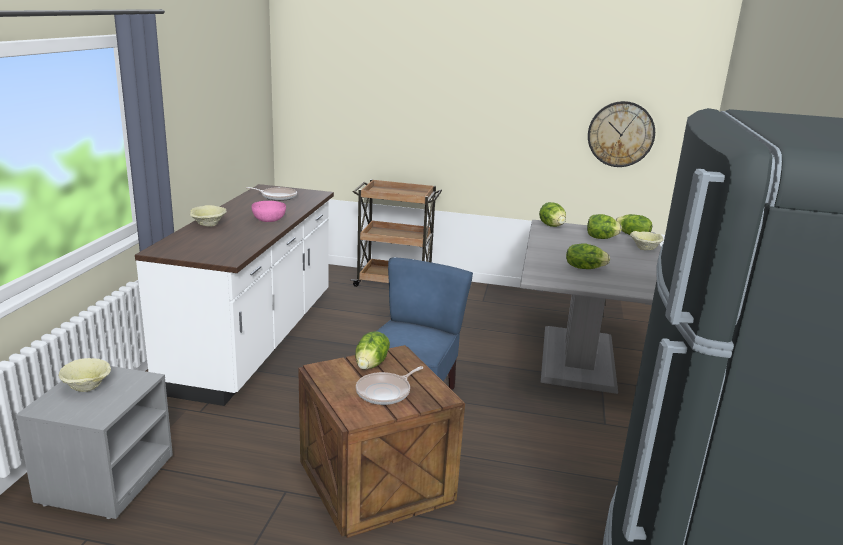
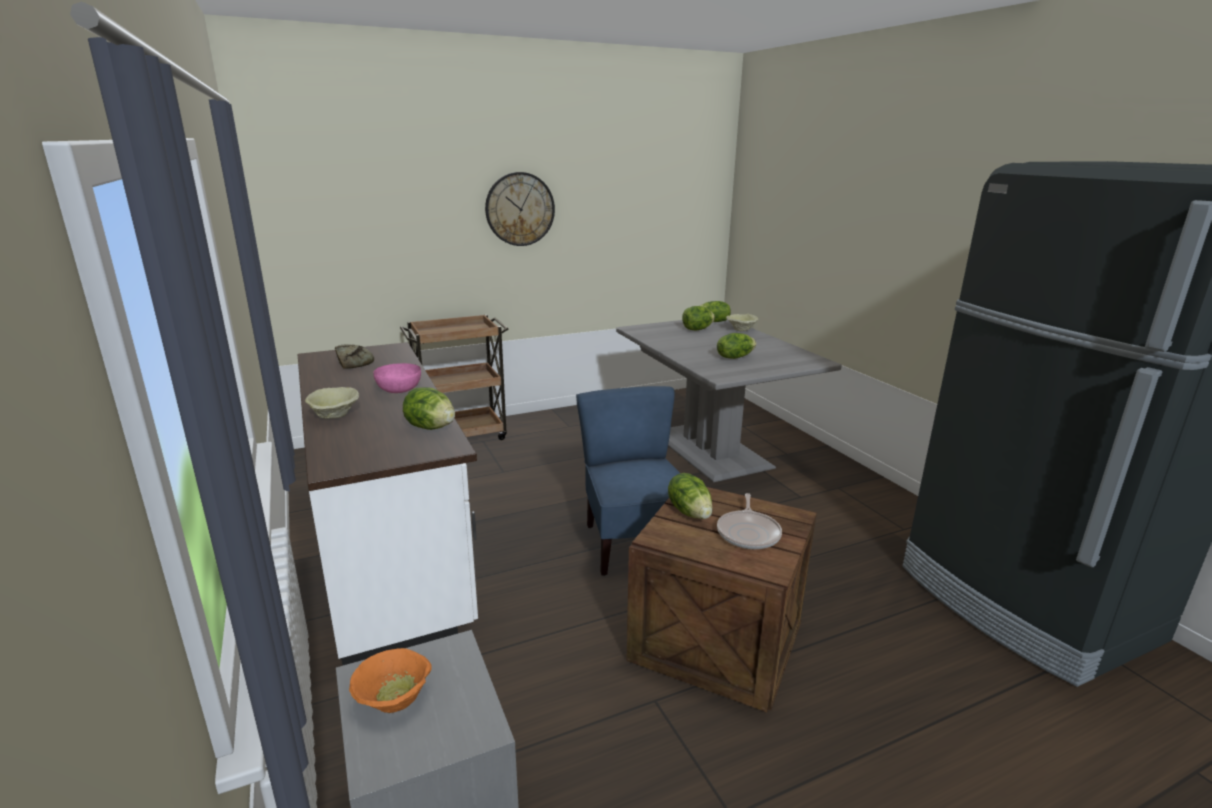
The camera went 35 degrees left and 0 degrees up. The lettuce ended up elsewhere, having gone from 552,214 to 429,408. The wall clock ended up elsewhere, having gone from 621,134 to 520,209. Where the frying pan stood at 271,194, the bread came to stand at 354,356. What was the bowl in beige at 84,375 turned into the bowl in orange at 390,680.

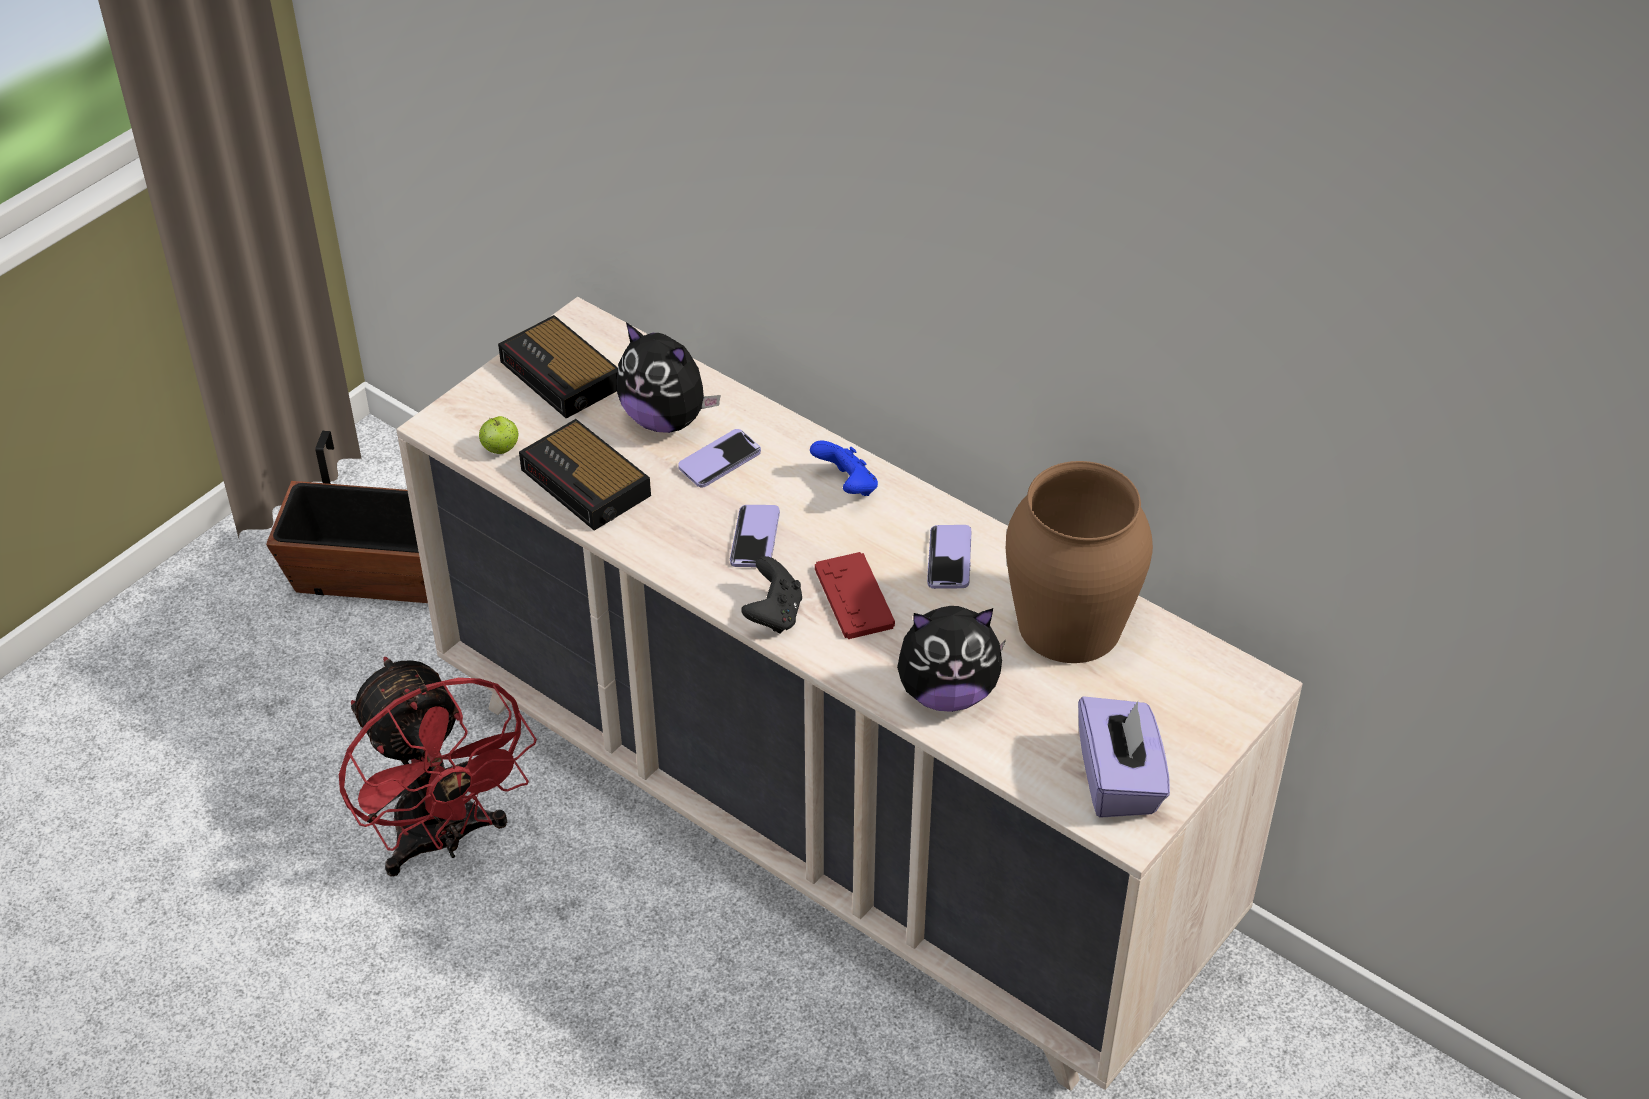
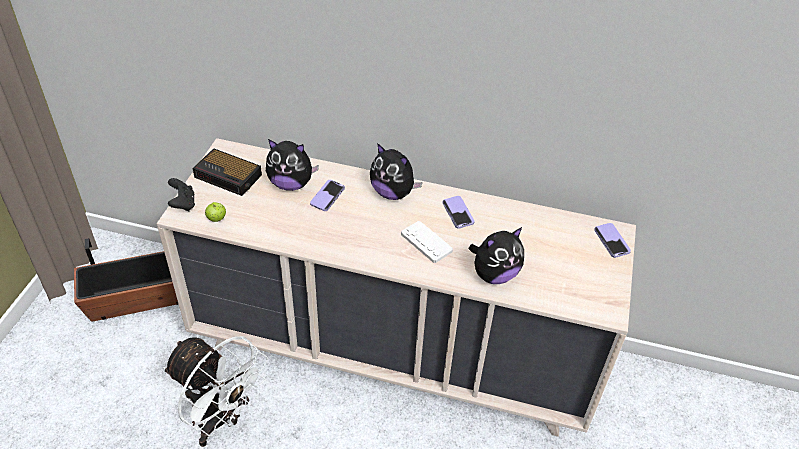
The camera went 25 degrees left and 0 degrees up. The second view lost the alarm clock at 585,475. The second view lost the vase in brown at 1079,562. The second view lost the tissue box in purple at 1124,757. The phone ended up elsewhere, having gone from 755,536 to 612,240. The game controller in black ended up elsewhere, having gone from 771,595 to 181,194. Where the game controller in blue stood at 844,468, the plush toy came to stand at 396,171. What was the fan in red at 438,766 turned into the fan in white at 215,391. What was the game controller in red at 855,595 turned into the game controller in white at 427,242.

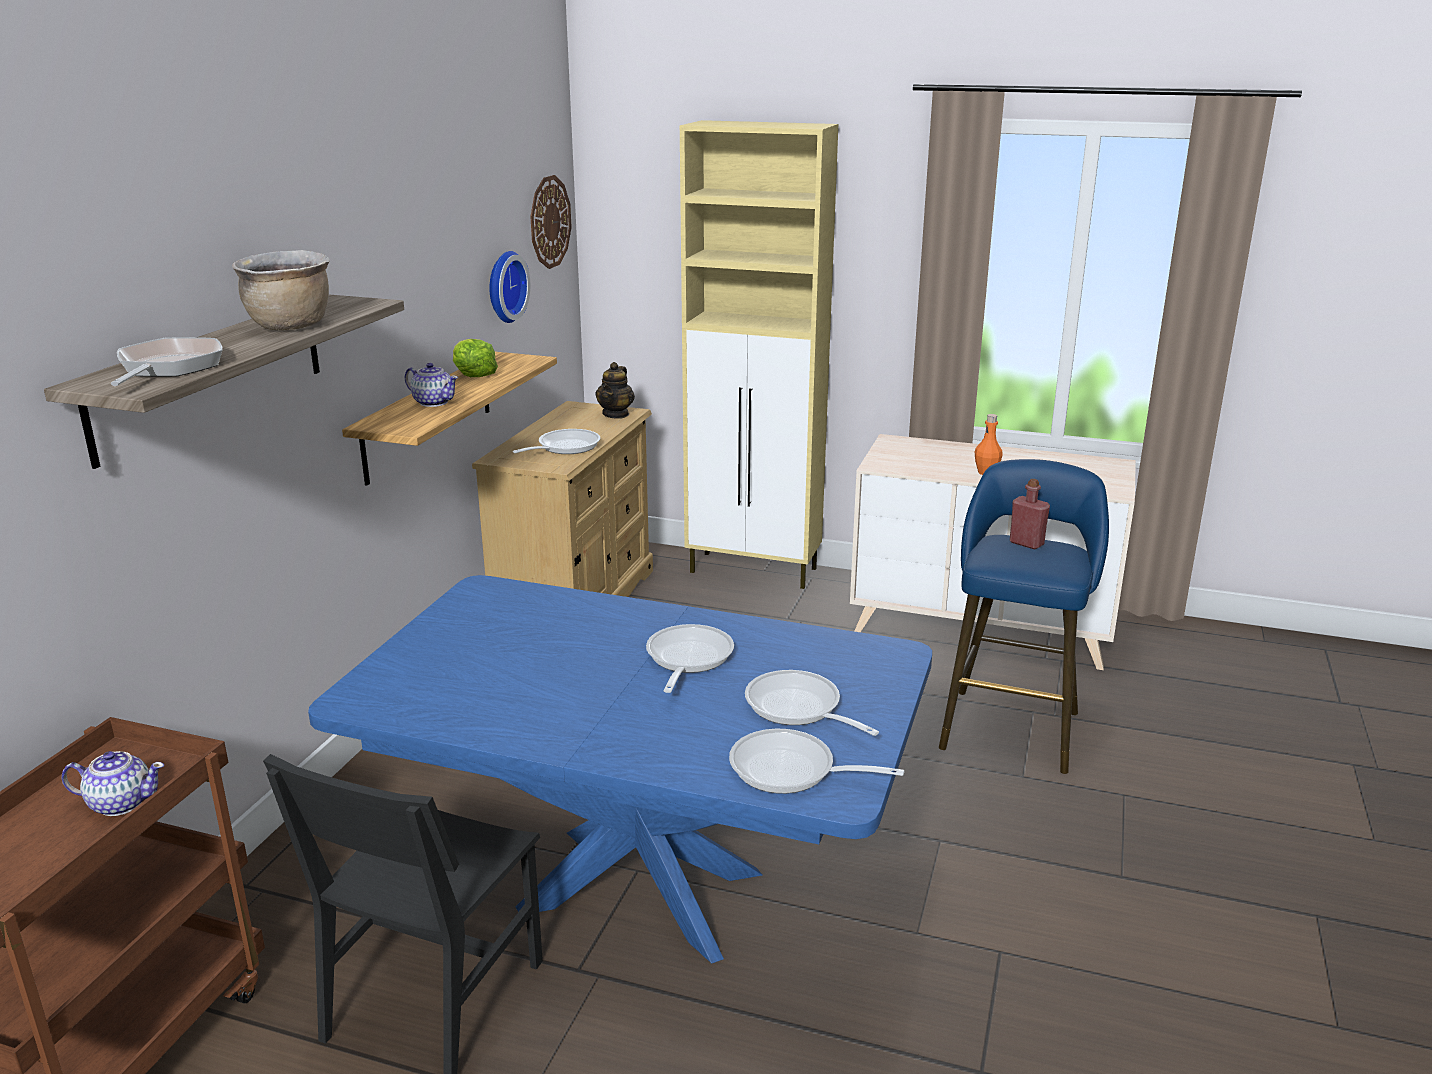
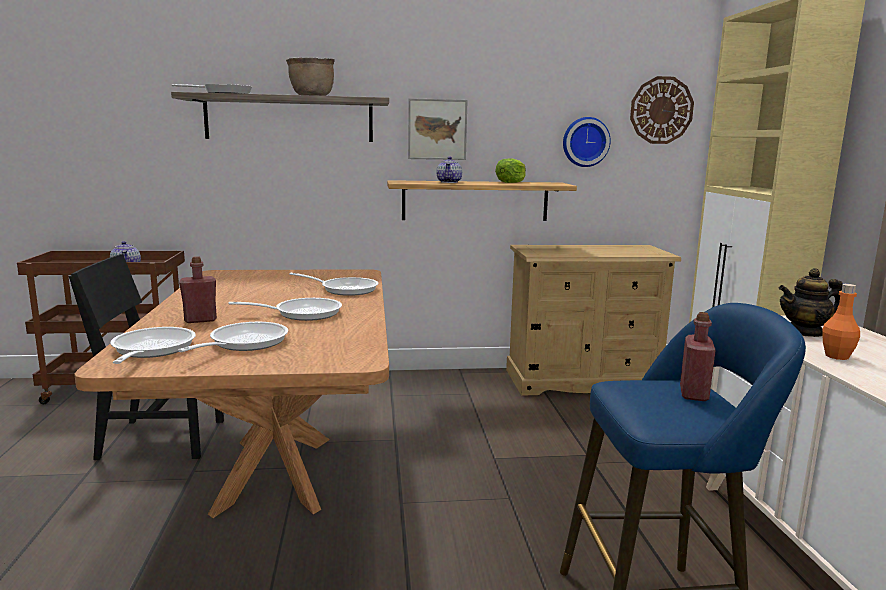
The camera went 65 degrees right and 10 degrees down. The second view gained the bottle in red at 198,289. The second view gained the picture at 438,129. The frying pan ended up elsewhere, having gone from 556,441 to 333,284. The teapot ended up elsewhere, having gone from 615,390 to 811,302. What was the dining table in blue at 620,769 turned into the dining table in brown at 231,393.

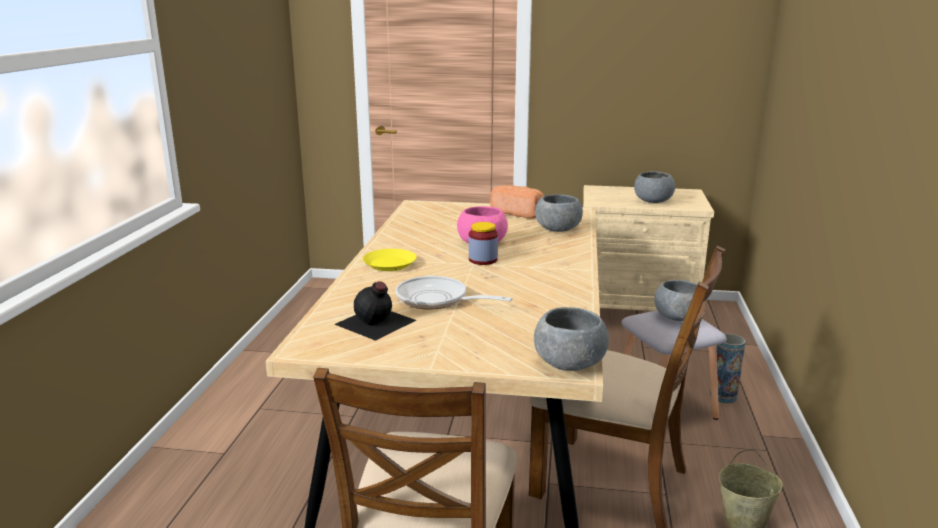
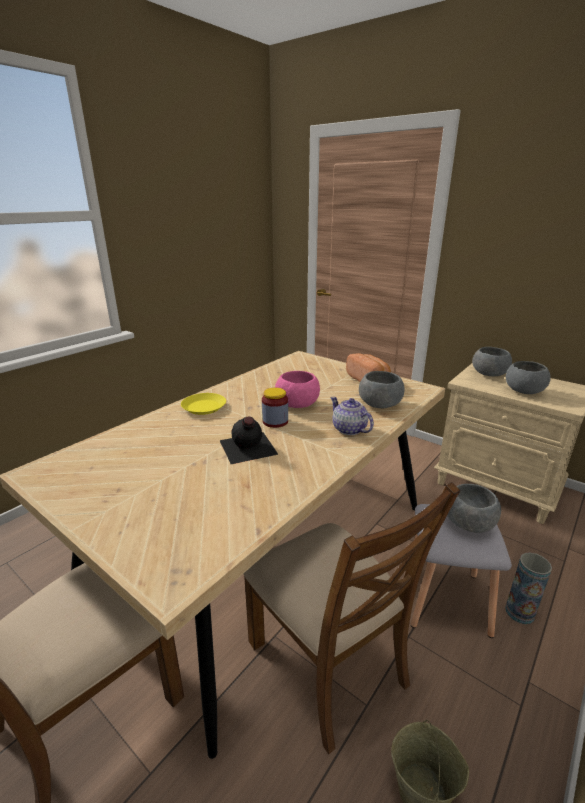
The camera went 30 degrees right and 5 degrees up. The second view lost the frying pan at 454,292. The second view gained the teapot at 352,416. The bottle in black ended up elsewhere, having gone from 375,311 to 248,440. The bowl in grey ended up elsewhere, having gone from 571,339 to 492,361.

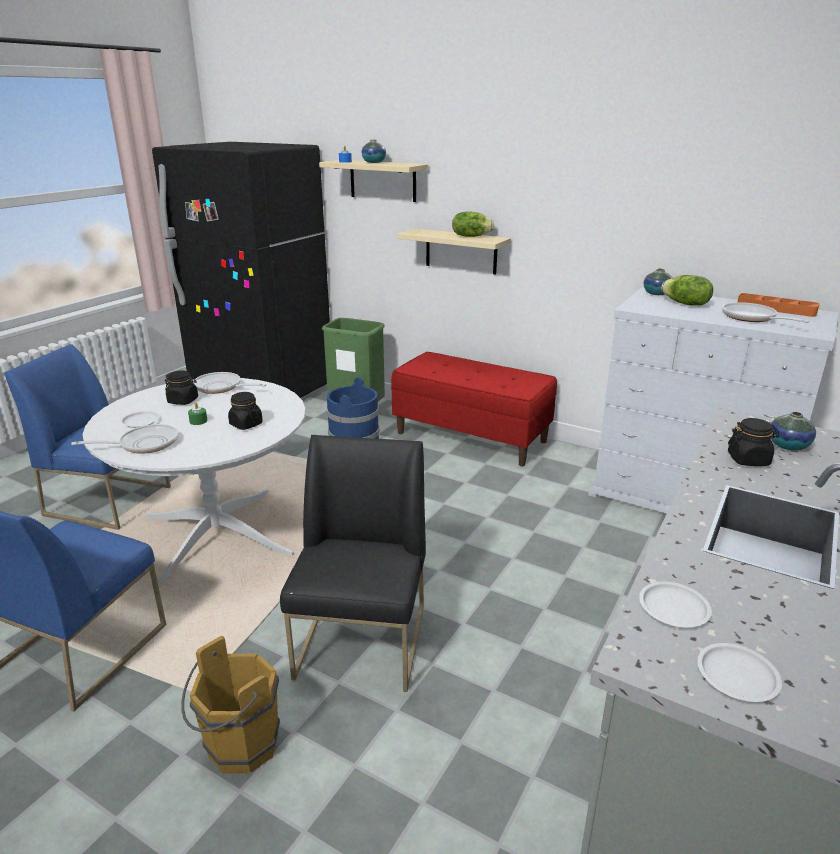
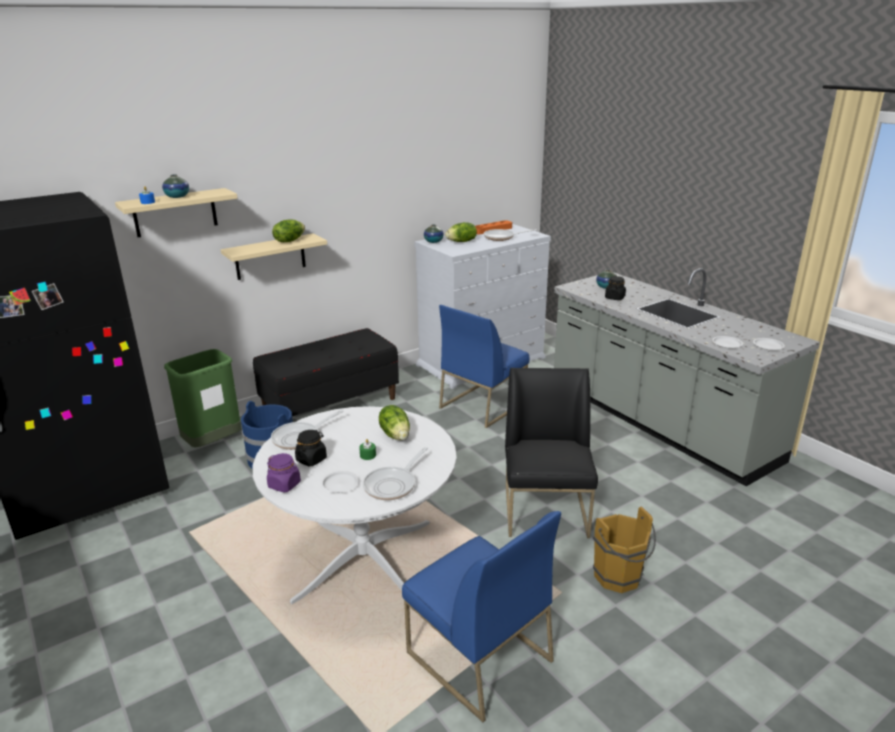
The camera went 65 degrees left and 0 degrees up. The second view gained the jar in purple at 284,472. The chair in blue ended up elsewhere, having gone from 87,437 to 484,366. Where the jar in black stood at 245,411, the lettuce came to stand at 394,422. What was the bench in red at 474,409 turned into the bench in black at 326,372. The frying pan at 124,439 ended up facing another way, 150 degrees counterclockwise from before. The chair in black at 353,563 ended up facing another way, 60 degrees clockwise from before.

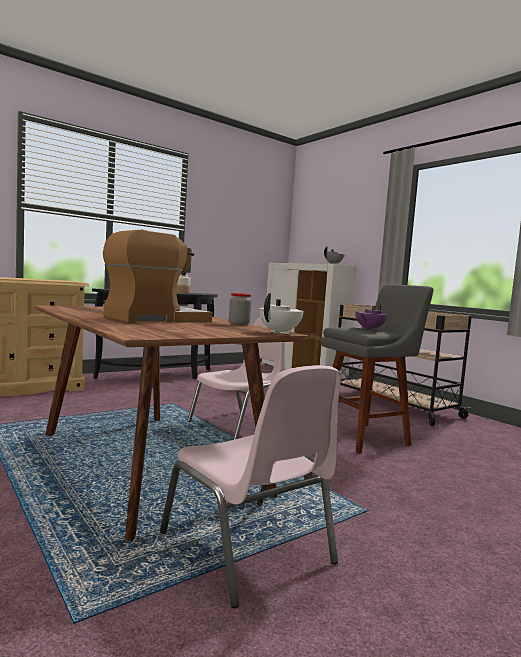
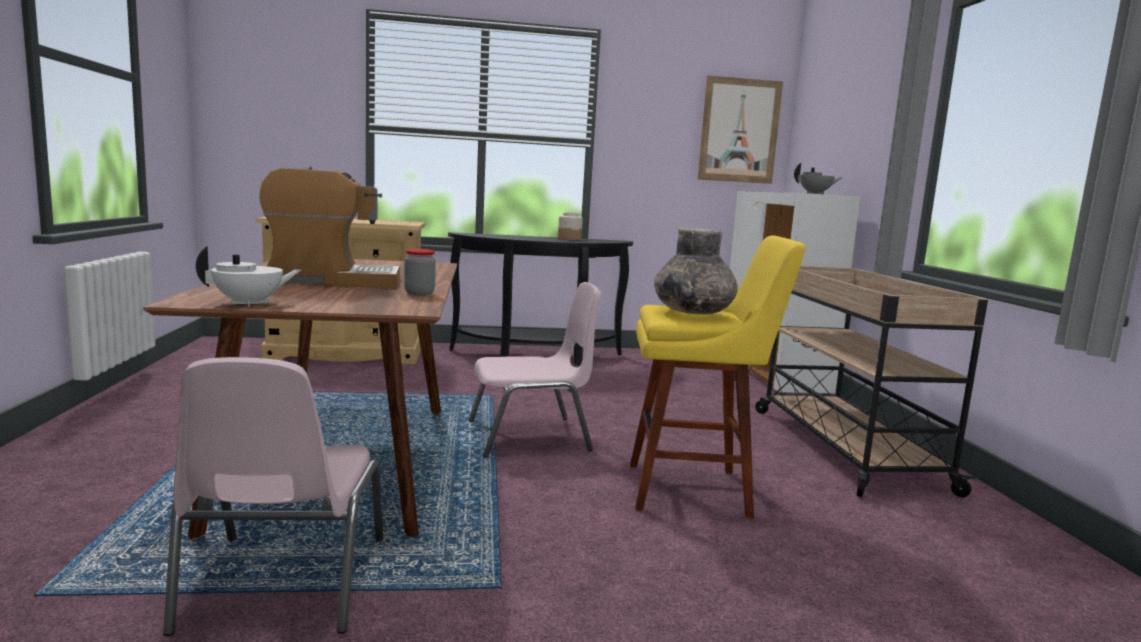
The camera went 30 degrees right and 5 degrees up. The second view gained the picture at 740,130. The teapot in white ended up elsewhere, having gone from 281,313 to 248,276. Where the teapot in purple stood at 371,316, the vase in grey came to stand at 696,270. What was the stool in grey at 377,369 turned into the stool in yellow at 717,376.

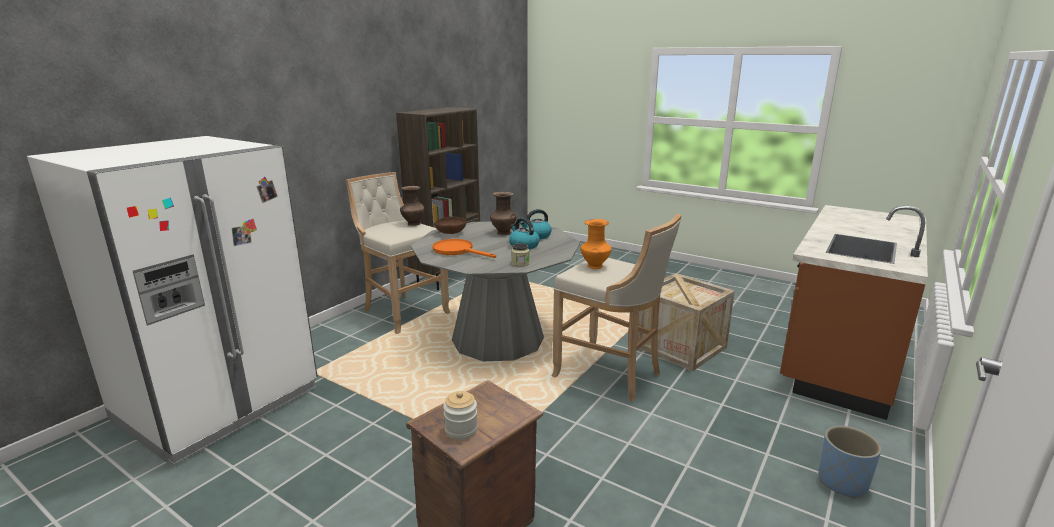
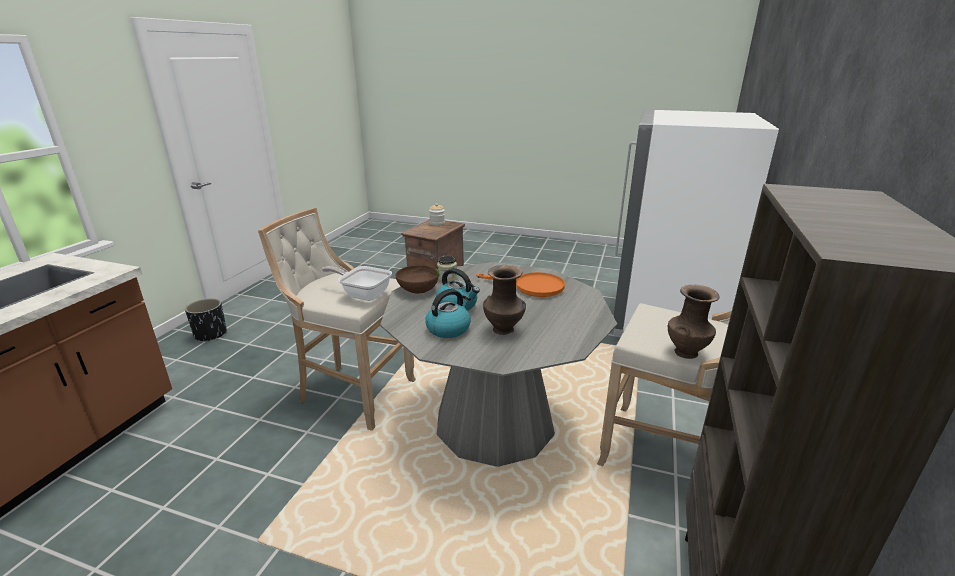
The camera went 165 degrees right and 5 degrees up. The second view lost the crate at 686,322. The bowl in brown ended up elsewhere, having gone from 451,225 to 417,279. Where the vase in orange stood at 596,244, the frying pan came to stand at 357,283. What was the planter in blue at 849,462 turned into the planter in black at 206,320.

